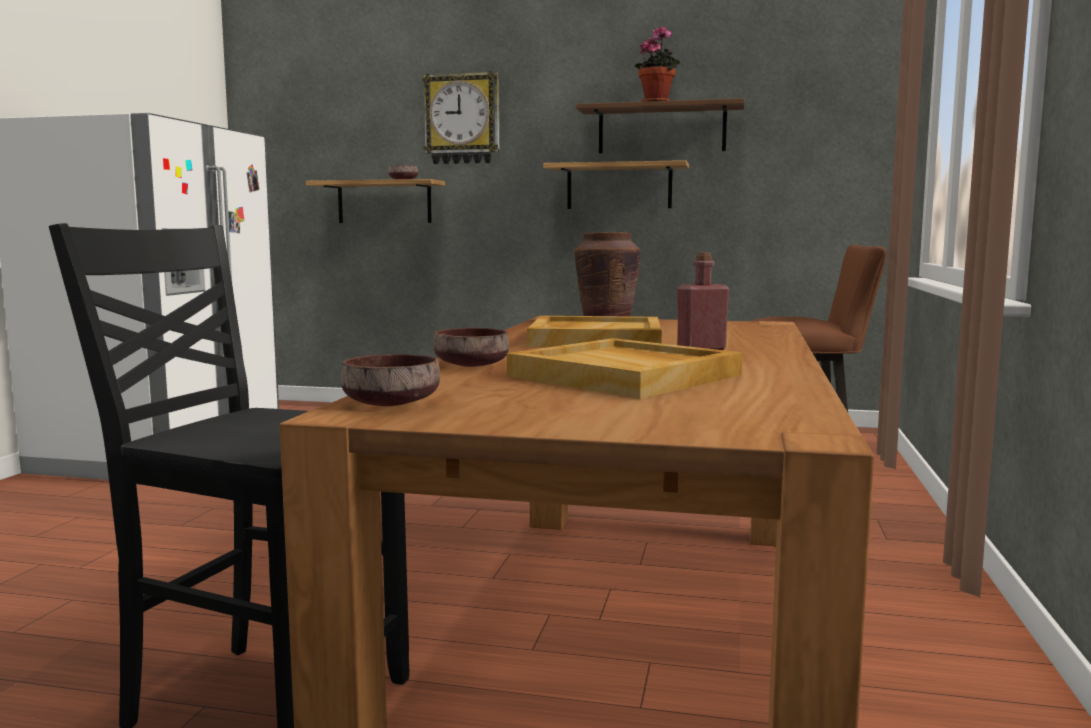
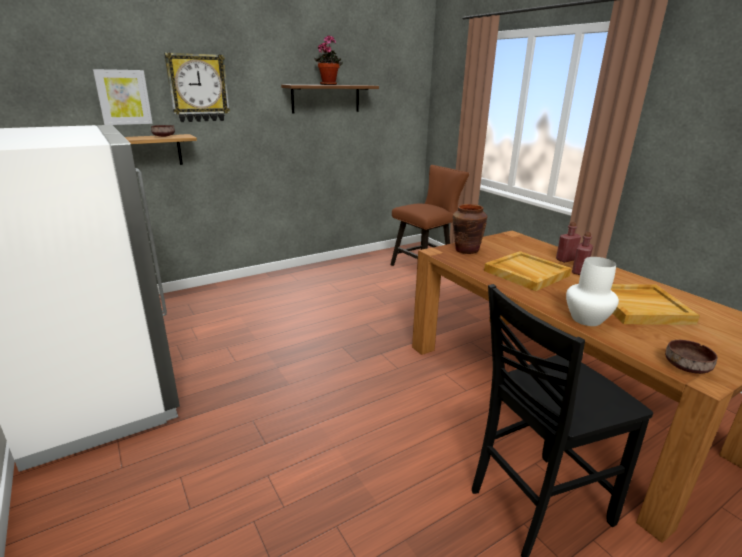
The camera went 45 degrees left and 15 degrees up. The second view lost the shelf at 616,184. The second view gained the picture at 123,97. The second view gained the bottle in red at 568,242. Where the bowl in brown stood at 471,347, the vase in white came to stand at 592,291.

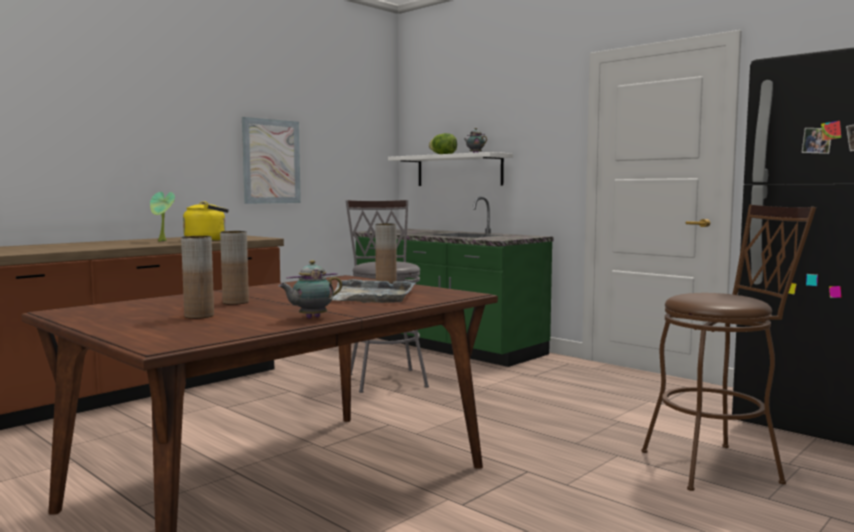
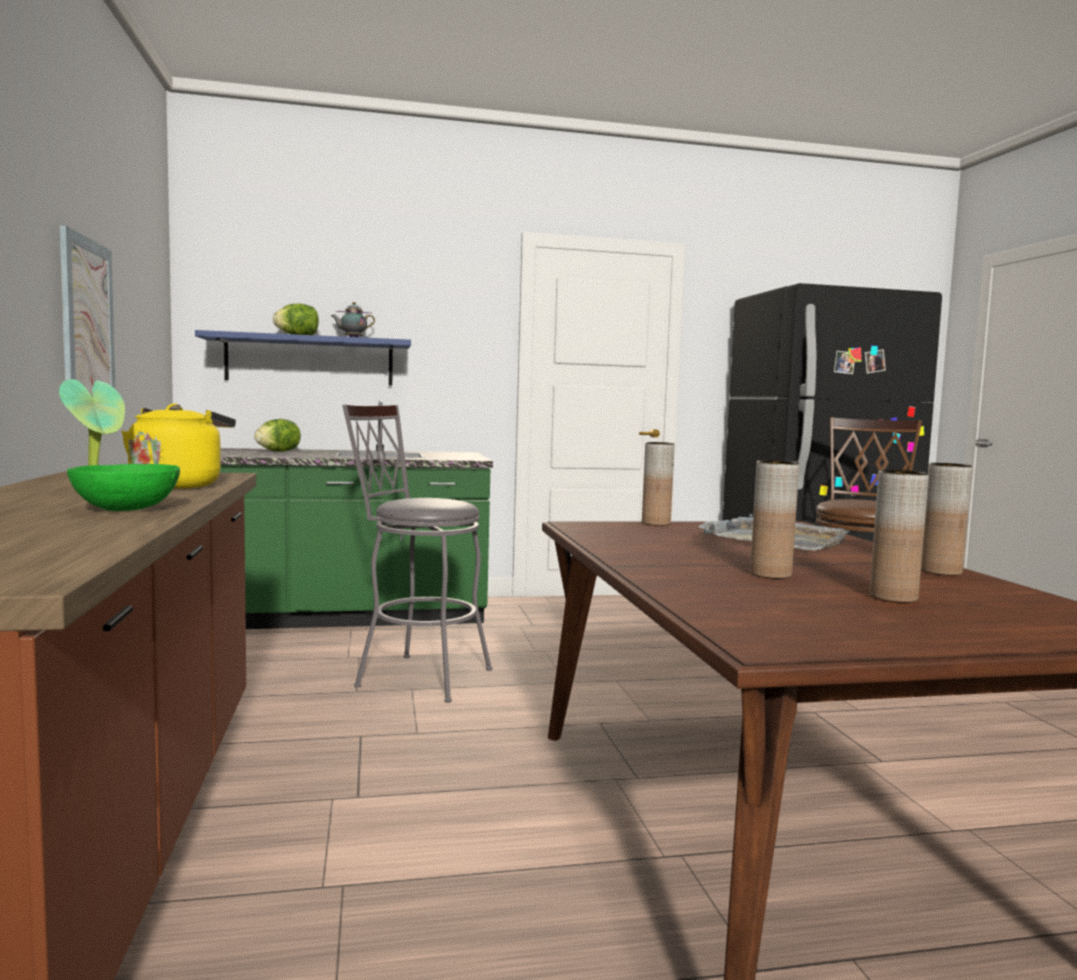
The camera went 55 degrees left and 0 degrees up. The second view gained the bowl in green at 123,487. The second view gained the lettuce at 277,435. Where the teapot stood at 310,289, the vase in brown came to stand at 946,519. What was the shelf in white at 450,169 turned into the shelf in blue at 303,357.

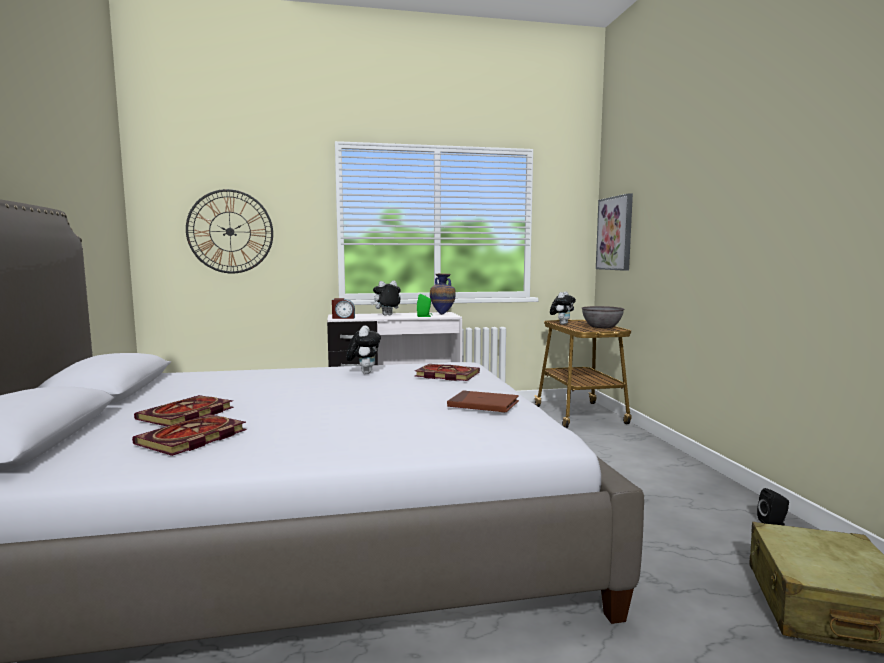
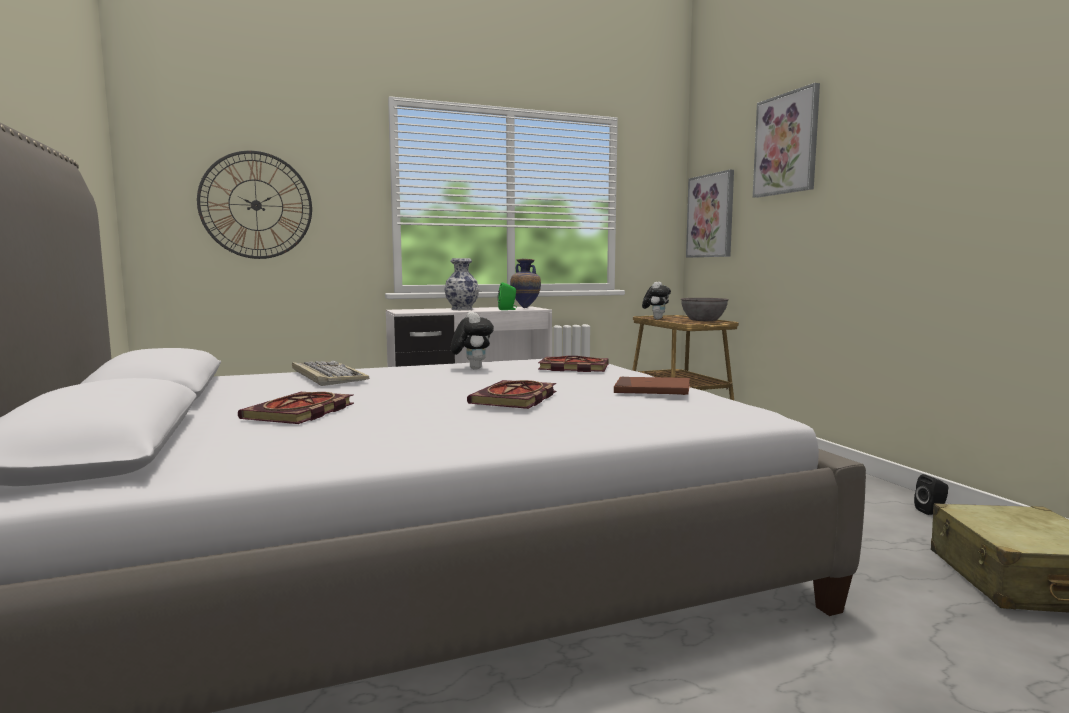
The camera went 10 degrees left and 0 degrees up. The second view lost the alarm clock at 343,308. The second view gained the keyboard at 330,373. The second view gained the picture at 786,140. The book ended up elsewhere, having gone from 189,435 to 512,394. Where the plush toy stood at 386,298, the vase came to stand at 461,284.

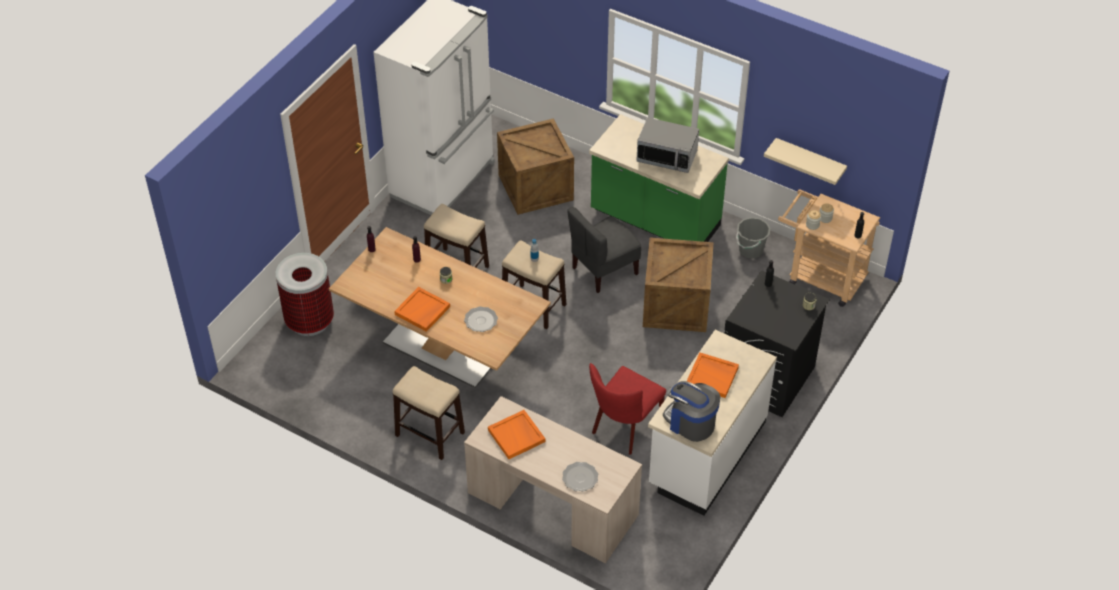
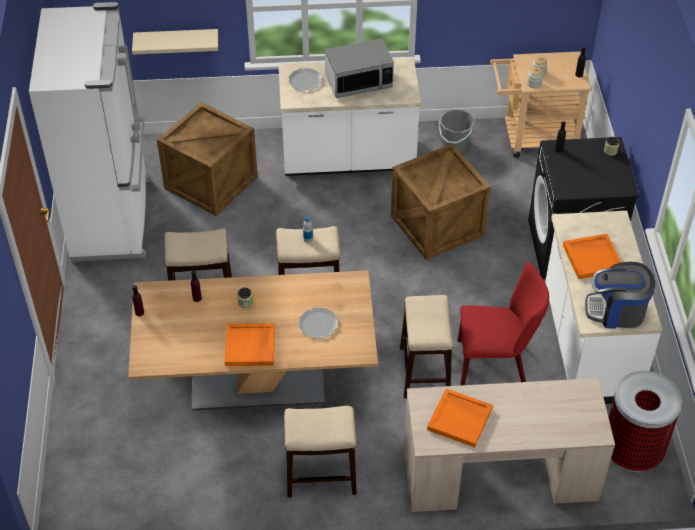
The camera went 35 degrees left and 0 degrees up. The second view lost the chair in grey at 604,250. The second view gained the stool at 426,346. The trash can ended up elsewhere, having gone from 305,294 to 645,421. The plate ended up elsewhere, having gone from 580,477 to 305,79. The shelf in beige ended up elsewhere, having gone from 805,161 to 175,42. What was the counter in green at 659,178 turned into the counter in white at 350,117. The chair in red at 627,408 ended up facing another way, 90 degrees counterclockwise from before.

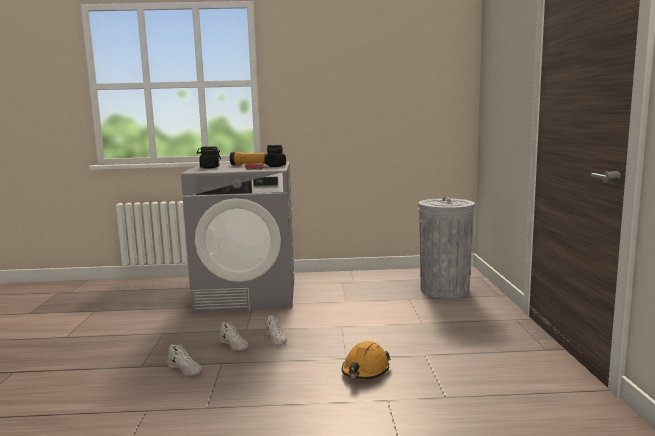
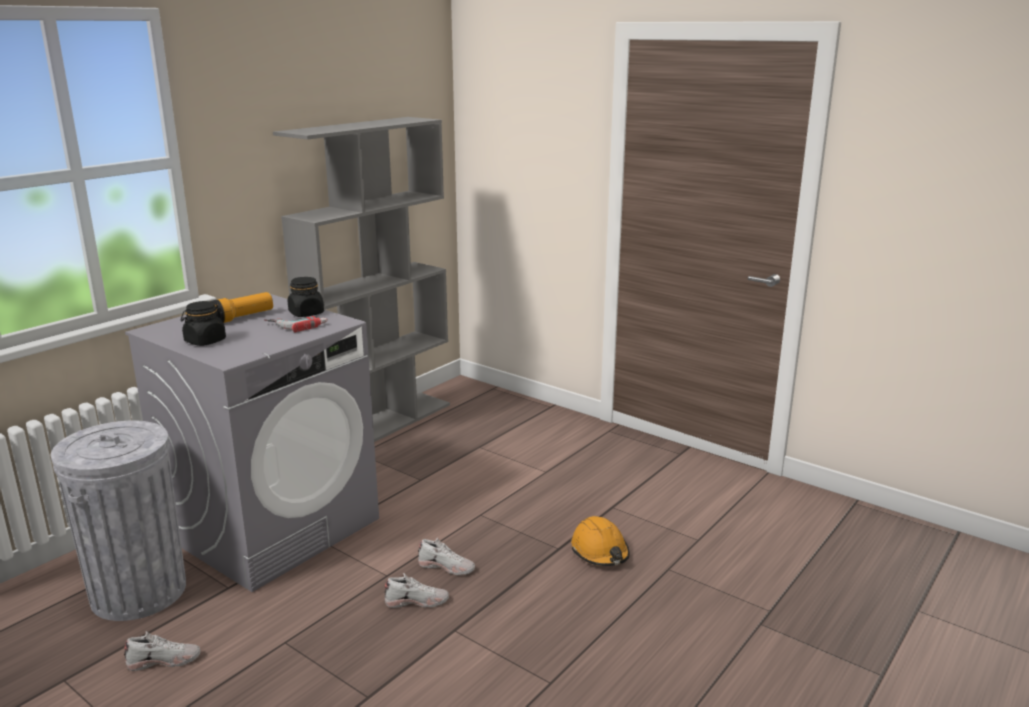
The camera went 50 degrees left and 10 degrees up. The second view gained the bookcase in grey at 361,279. The shoe in white ended up elsewhere, having gone from 184,359 to 162,651. The trash can in grey ended up elsewhere, having gone from 446,248 to 118,521.

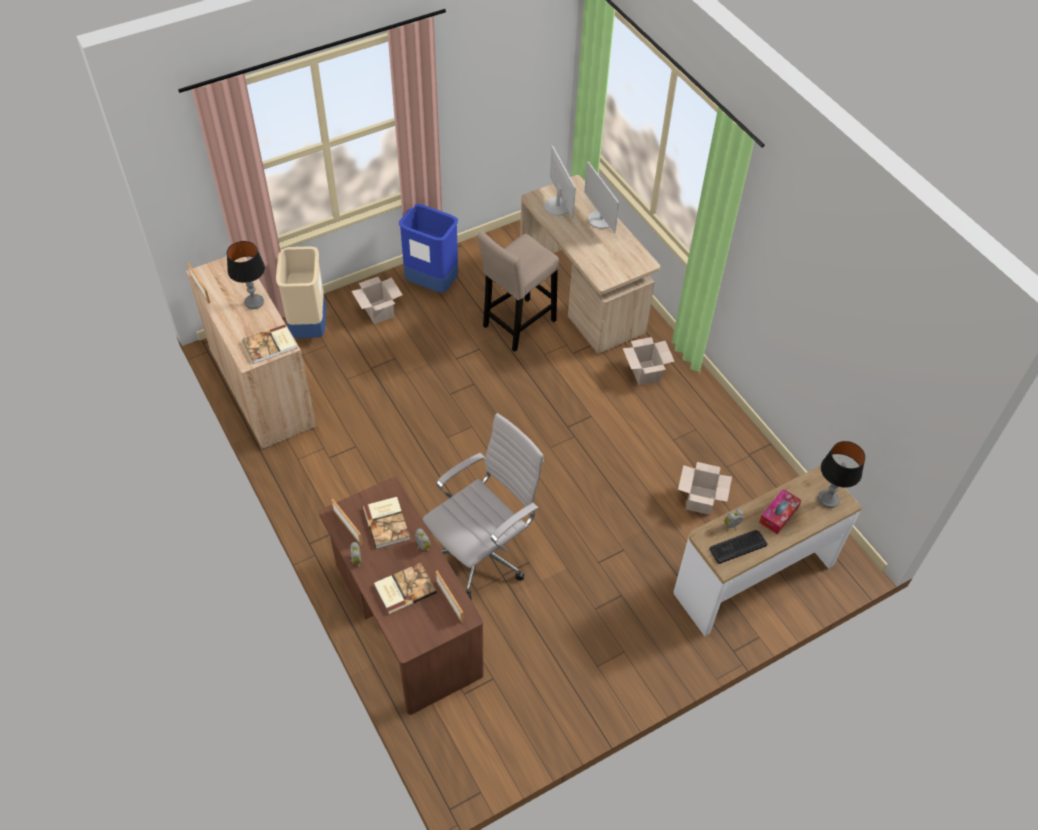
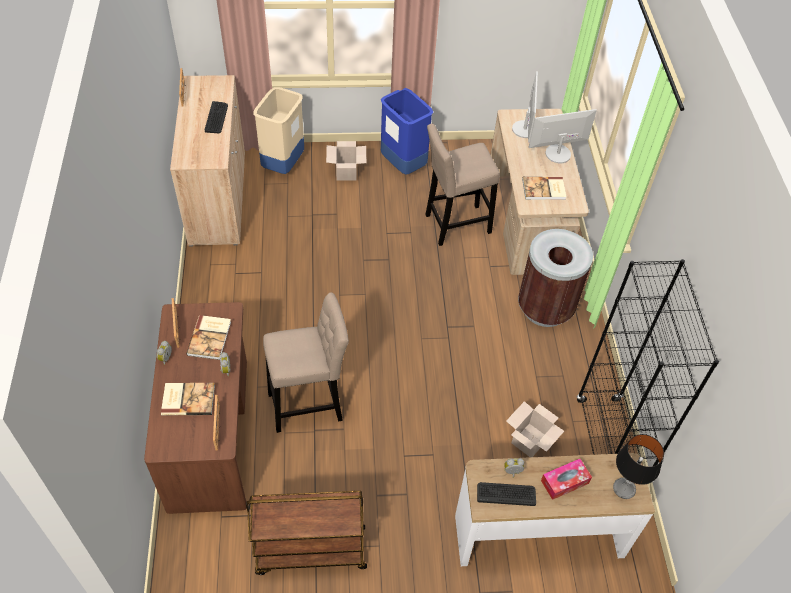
The camera went 25 degrees right and 0 degrees up. The second view gained the cart in brown at 306,533. The second view gained the bookcase in black at 648,362. The book ended up elsewhere, having gone from 269,344 to 544,188. Where the table lamp stood at 246,275, the keyboard came to stand at 216,117. Where the office chair in white stood at 483,506, the stool in beige came to stand at 306,362. Where the cardboard box stood at 649,361, the trash can in brown came to stand at 555,278. The monitor at 601,197 ended up facing another way, 75 degrees clockwise from before.

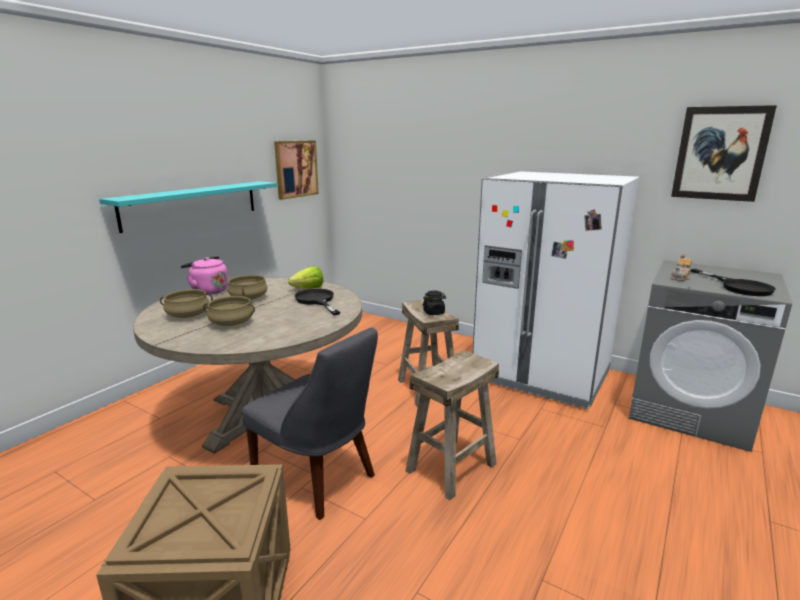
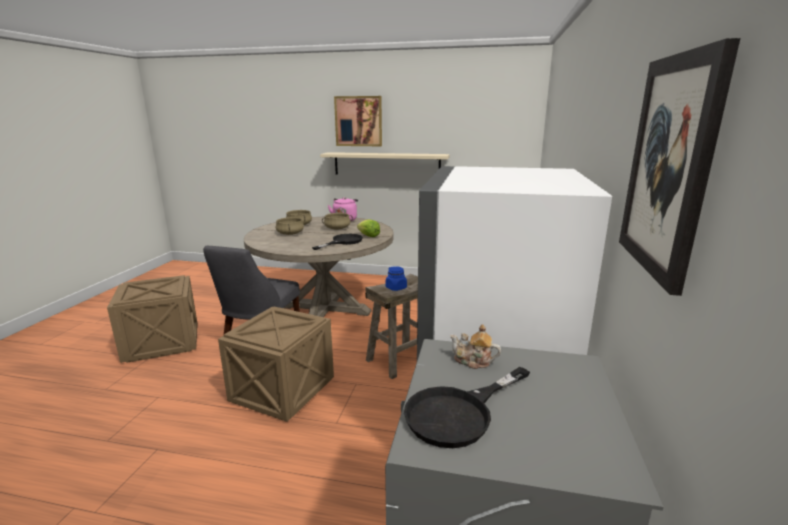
The camera went 70 degrees right and 0 degrees up. The picture ended up elsewhere, having gone from 296,170 to 358,121. Where the stool in beige stood at 452,425, the crate came to stand at 276,364. What was the shelf in turquoise at 188,207 turned into the shelf in beige at 385,163. What was the jar in black at 434,302 turned into the jar in blue at 396,279.

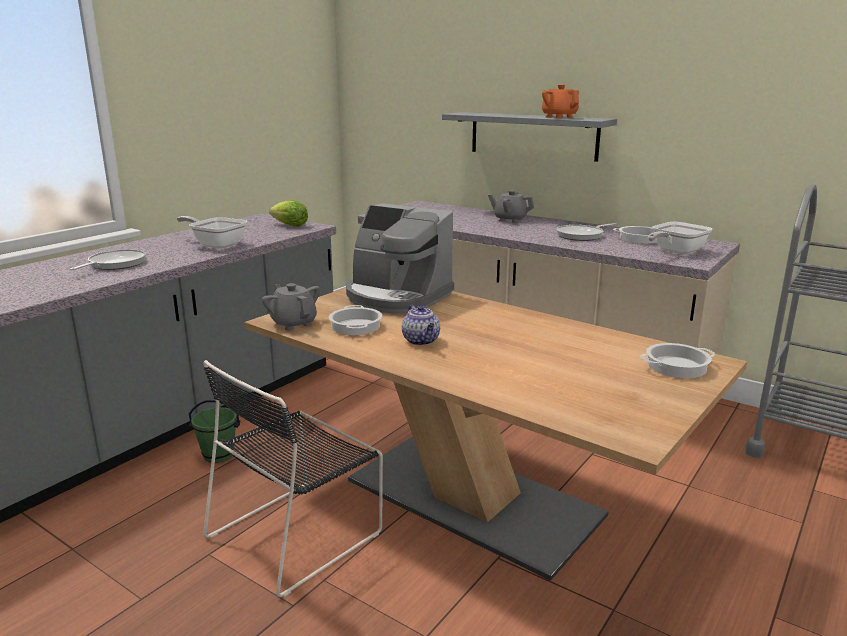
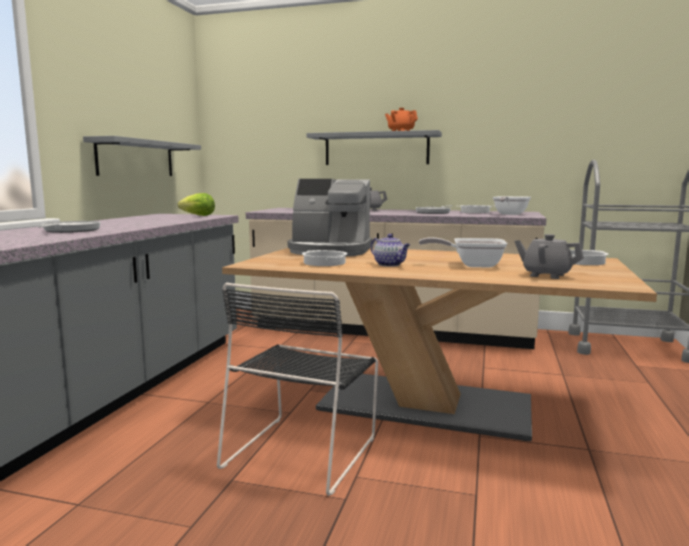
The camera went 20 degrees left and 10 degrees down. The second view lost the bucket in green at 215,431. The second view gained the shelf in grey at 142,156. The frying pan ended up elsewhere, having gone from 212,232 to 463,252. The teapot in grey ended up elsewhere, having gone from 291,307 to 549,256.

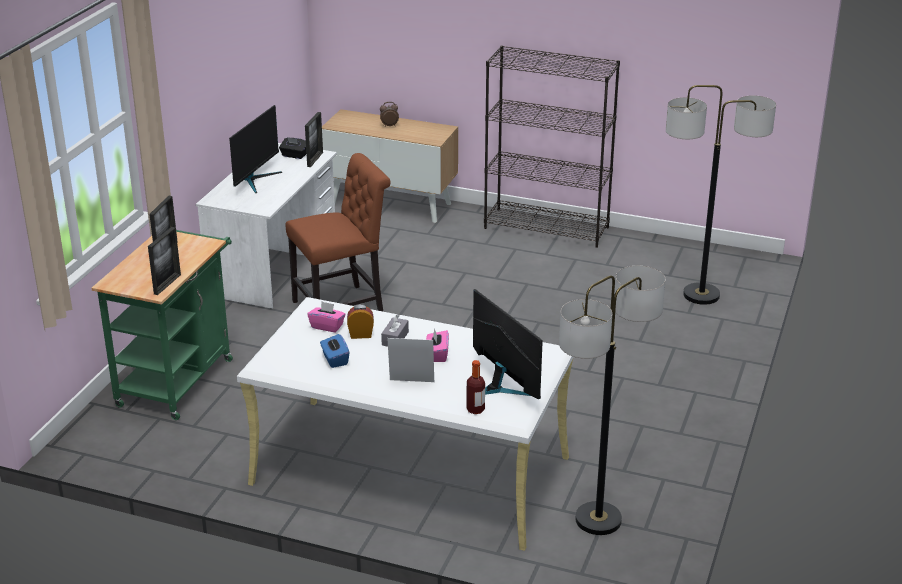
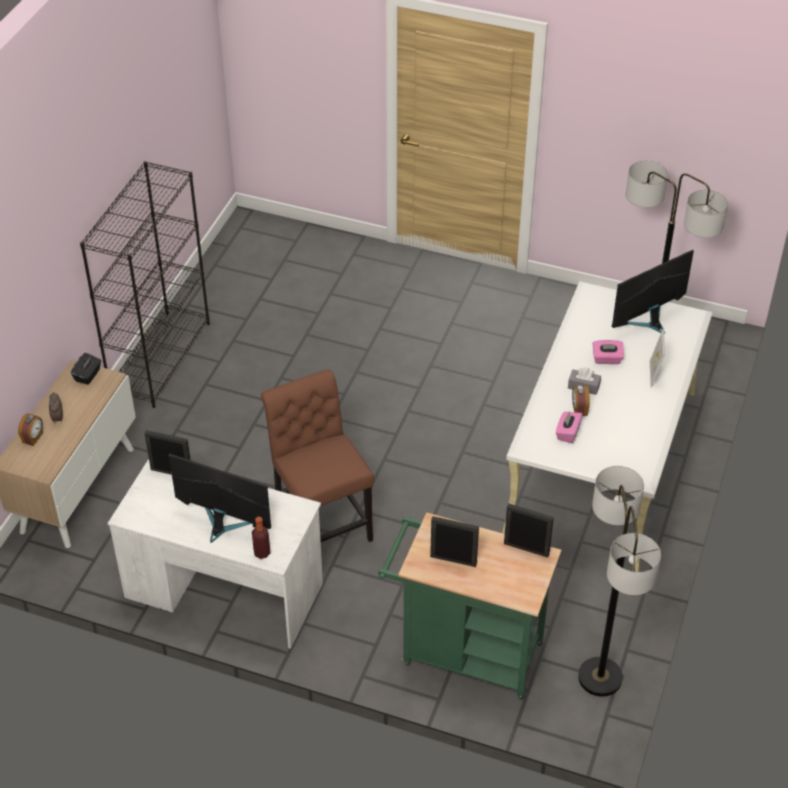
The camera went 90 degrees left and 15 degrees up. The second view lost the tissue box in blue at 335,351. The second view gained the alarm clock at 30,429. The tissue box in black ended up elsewhere, having gone from 292,148 to 86,369. The bottle ended up elsewhere, having gone from 475,387 to 261,537. The floor lamp ended up elsewhere, having gone from 721,195 to 619,581.

